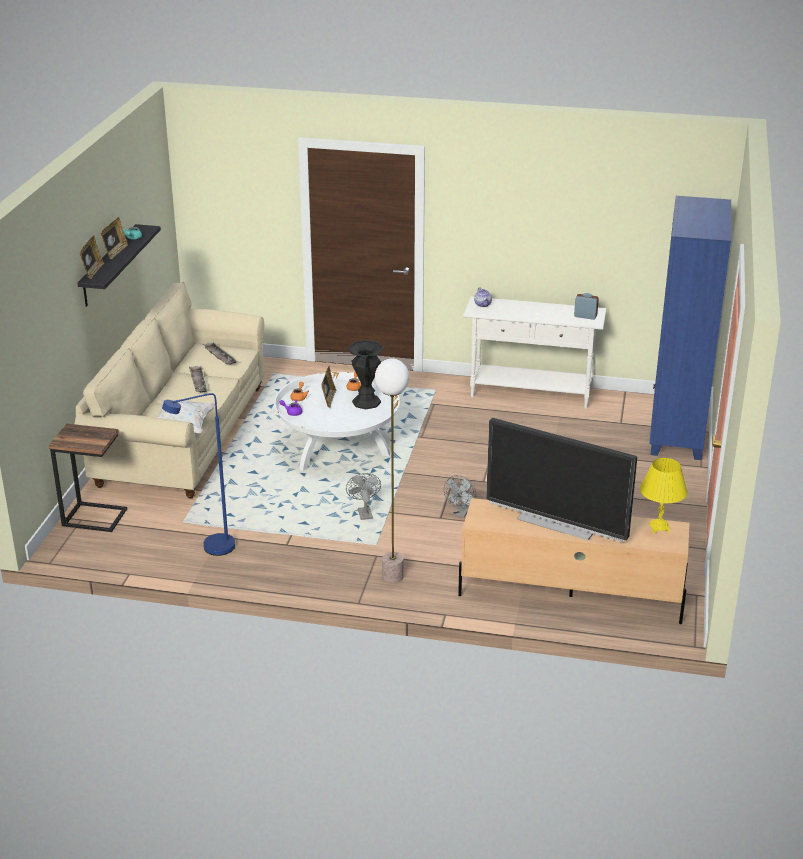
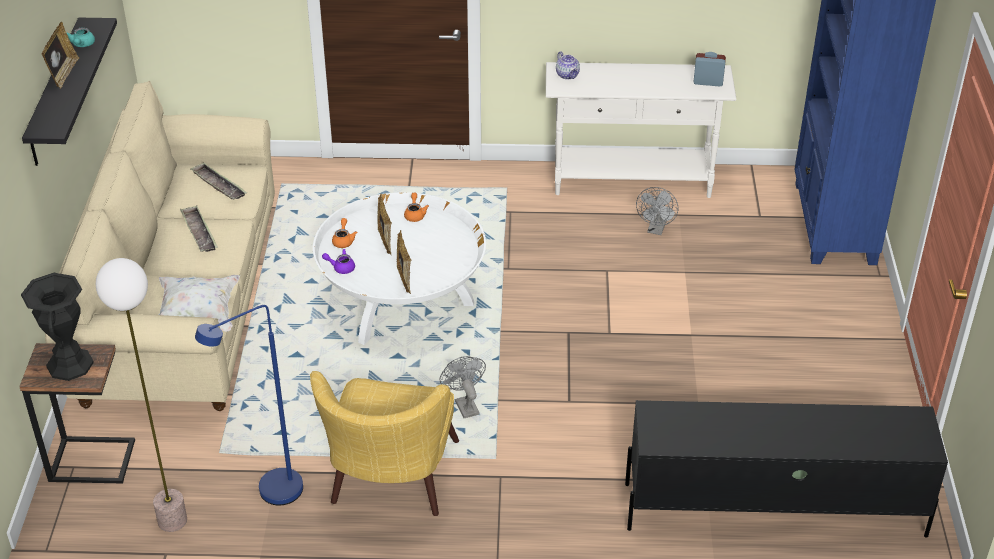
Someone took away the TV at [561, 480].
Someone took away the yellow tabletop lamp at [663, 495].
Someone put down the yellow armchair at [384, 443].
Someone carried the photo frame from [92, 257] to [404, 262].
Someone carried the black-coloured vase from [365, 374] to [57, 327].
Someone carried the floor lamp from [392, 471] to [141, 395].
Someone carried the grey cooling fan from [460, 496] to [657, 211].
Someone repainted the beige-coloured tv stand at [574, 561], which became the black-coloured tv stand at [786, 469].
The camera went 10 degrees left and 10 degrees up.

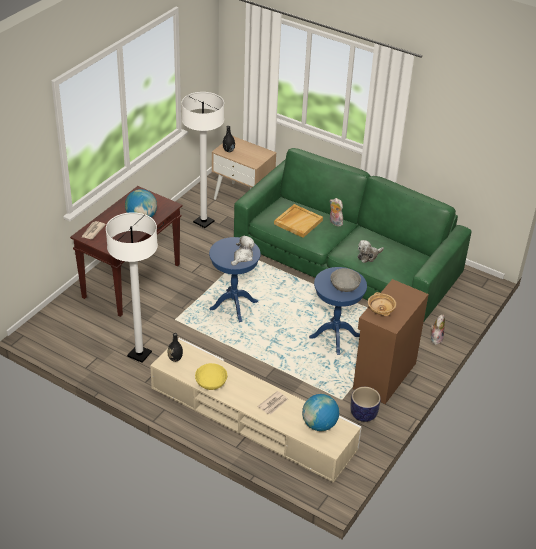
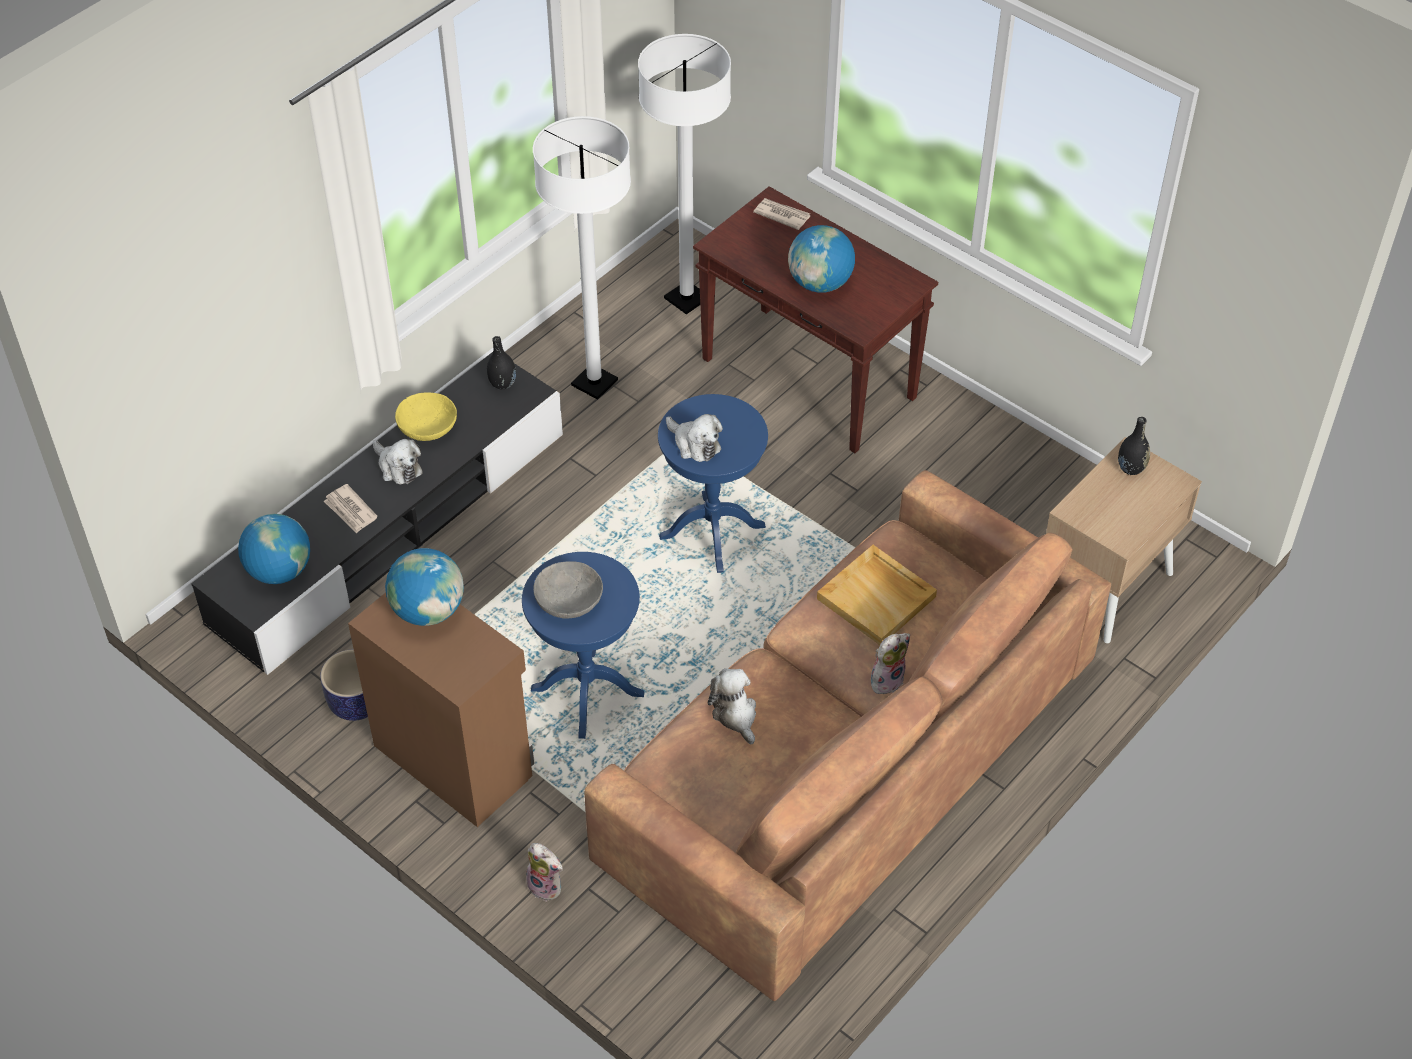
Someone put down the cuddly toy at [398, 461].
Someone carried the white-coloured floor lamp from [203, 160] to [684, 174].
Someone swapped the beige-coloured bowl at [382, 304] for the world globe at [424, 587].
Someone repainted the beige-coloured tv stand at [256, 410], which became the black-coloured tv stand at [377, 513].
Someone repainted the greenish couch at [353, 235], which became the brown couch at [847, 735].
The camera went 100 degrees right and 10 degrees up.

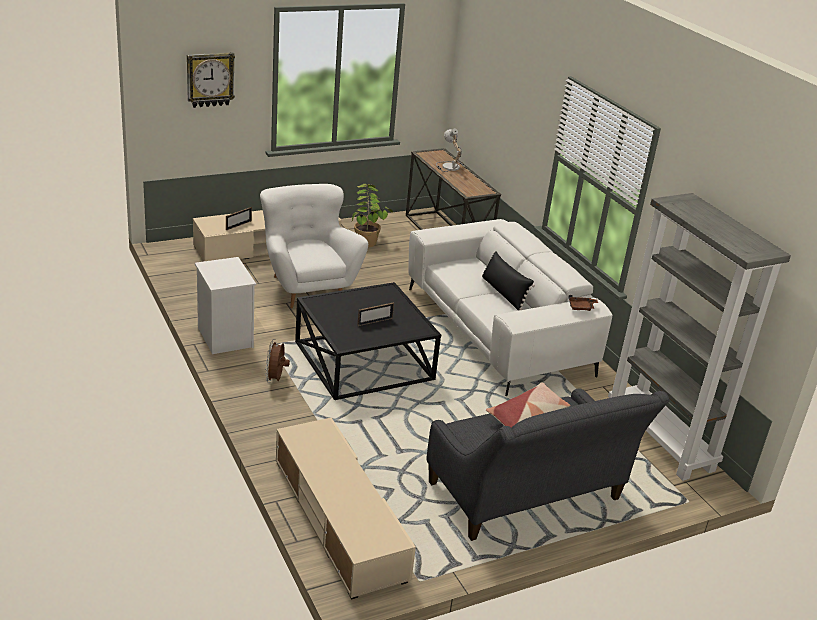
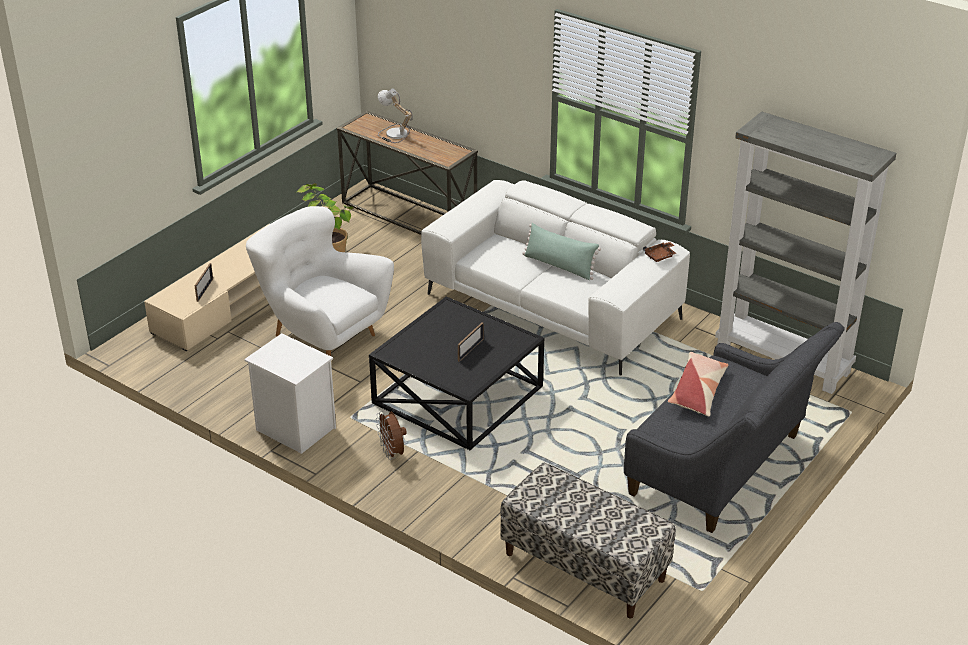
Someone took away the clock on the wall at [211, 80].
Someone swapped the beige-coloured tv stand at [346, 509] for the bench at [588, 541].
Someone repainted the black-coloured throw pillow at [508, 280], which became the greenish throw pillow at [561, 251].
The camera went 25 degrees left and 5 degrees up.

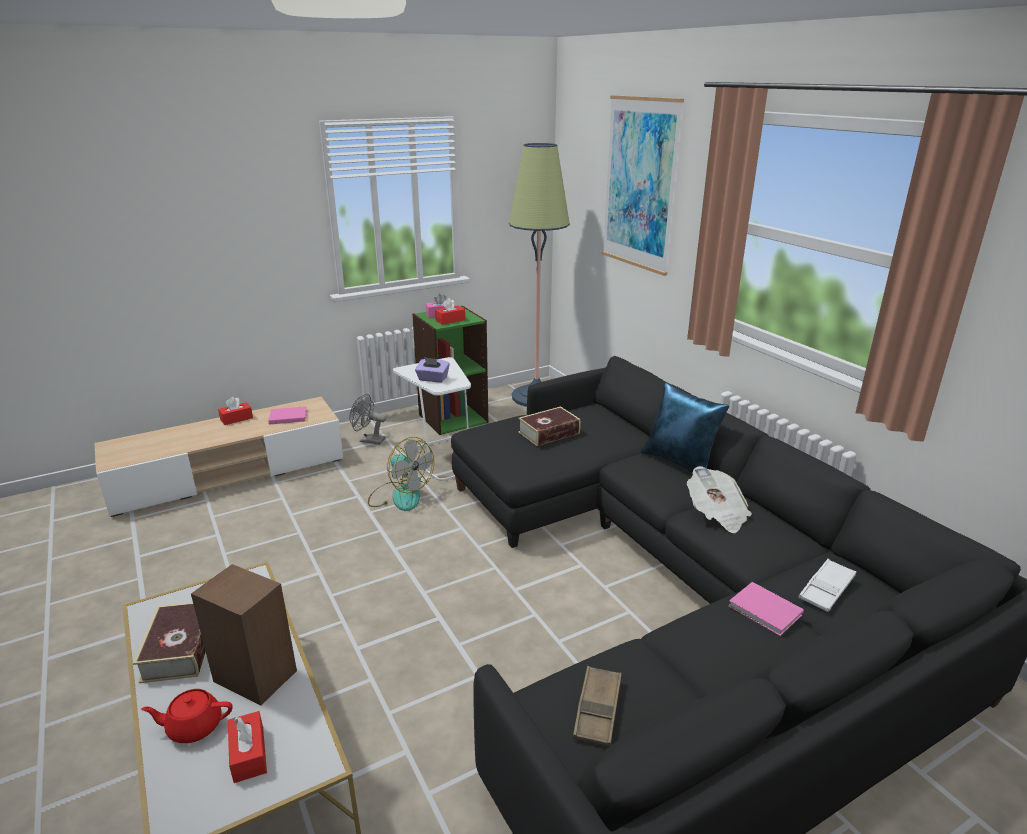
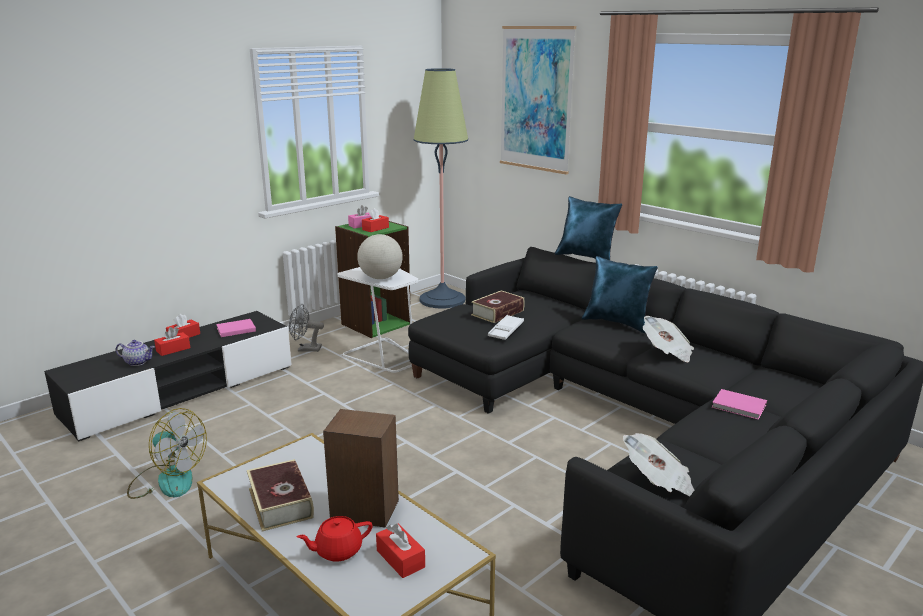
Someone put down the tea pot at [135, 353].
Someone put down the reddish tissue holder at [172, 341].
Someone put down the blue throw pillow at [588, 228].
Someone carried the cooling fan from [401, 474] to [167, 453].
Someone carried the white-coloured carrying tray from [827, 585] to [506, 327].
Someone swapped the purple tissue holder at [432, 370] for the world globe at [380, 256].
Someone swapped the brown carrying tray at [597, 706] for the printed paper at [658, 464].
Someone repainted the beige-coloured tv stand at [218, 457], which became the black-coloured tv stand at [168, 376].
The camera went 15 degrees left and 5 degrees down.

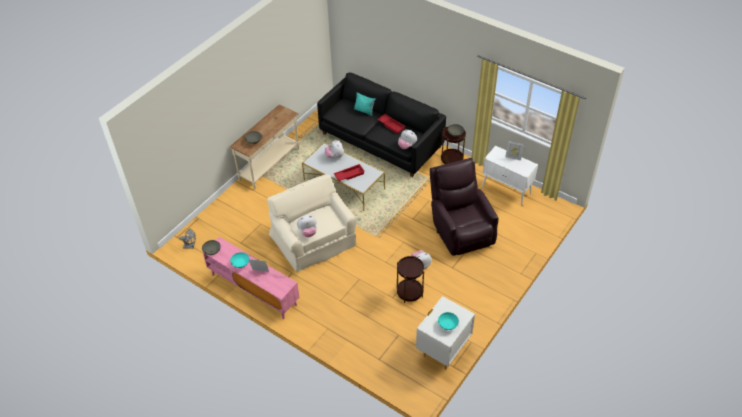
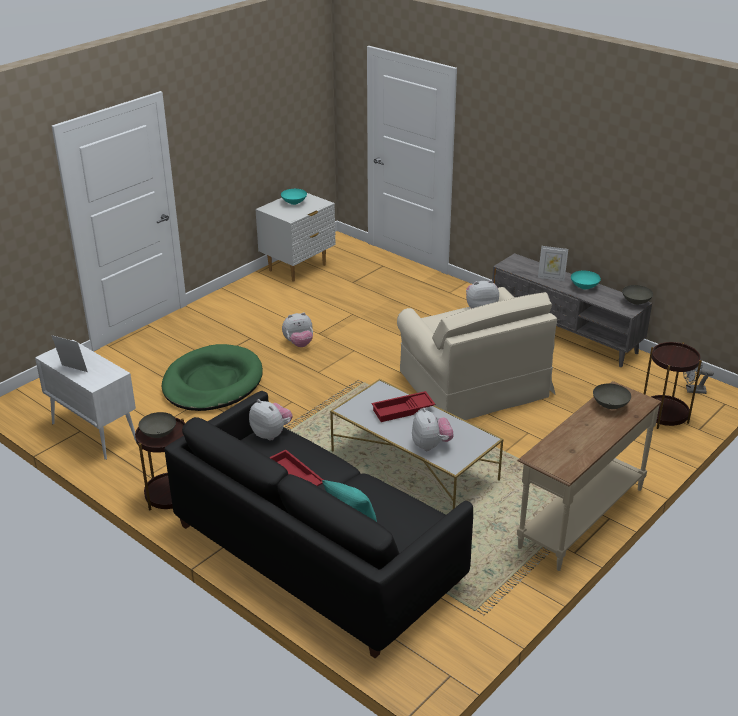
Someone carried the brown accent table from [410, 279] to [673, 385].
Someone swapped the brown armchair at [464, 207] for the greenish pet bed at [212, 377].
Someone repainted the pinkish tv stand at [251, 278], which became the grey tv stand at [572, 310].
The camera went 175 degrees left and 15 degrees down.

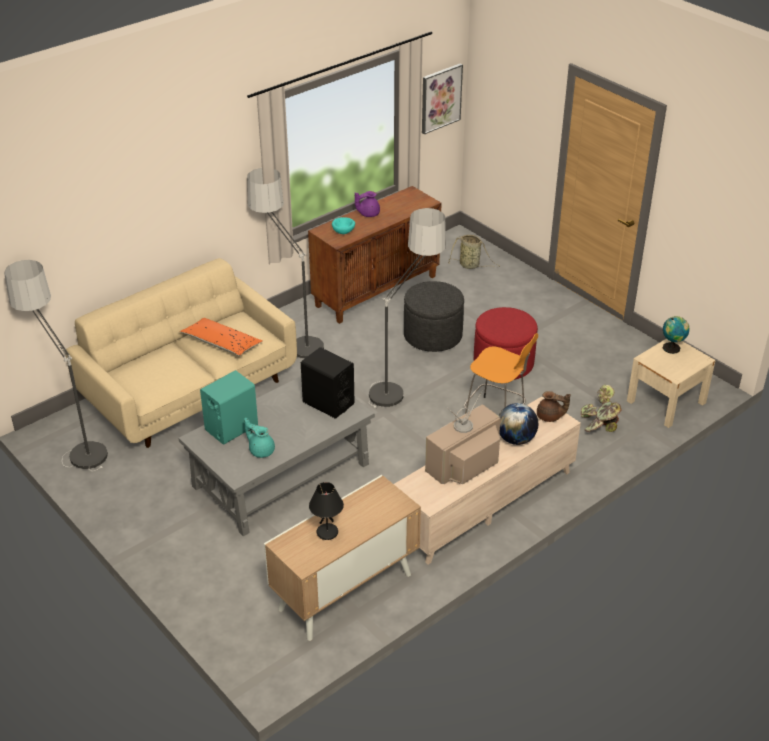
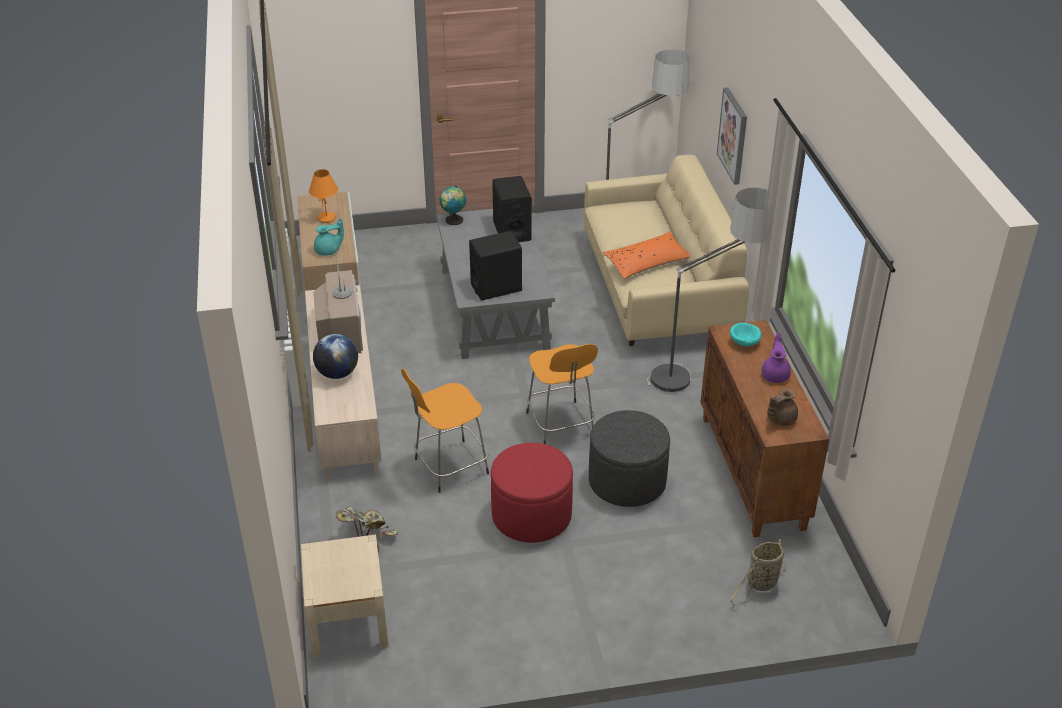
Someone carried the turquoise tea pot from [259, 438] to [329, 237].
Someone carried the wall picture from [442, 98] to [732, 136].
Someone carried the brown tea pot from [553, 406] to [782, 407].
Someone carried the world globe from [676, 335] to [453, 205].
Someone swapped the floor lamp at [407, 308] for the orange-coloured sitting stool at [562, 394].
Someone repainted the turquoise loudspeaker at [229, 407], which became the black-coloured loudspeaker at [512, 209].
Someone repainted the black-coloured tabletop lamp at [326, 511], which became the orange-coloured tabletop lamp at [323, 196].
The camera went 120 degrees right and 0 degrees up.

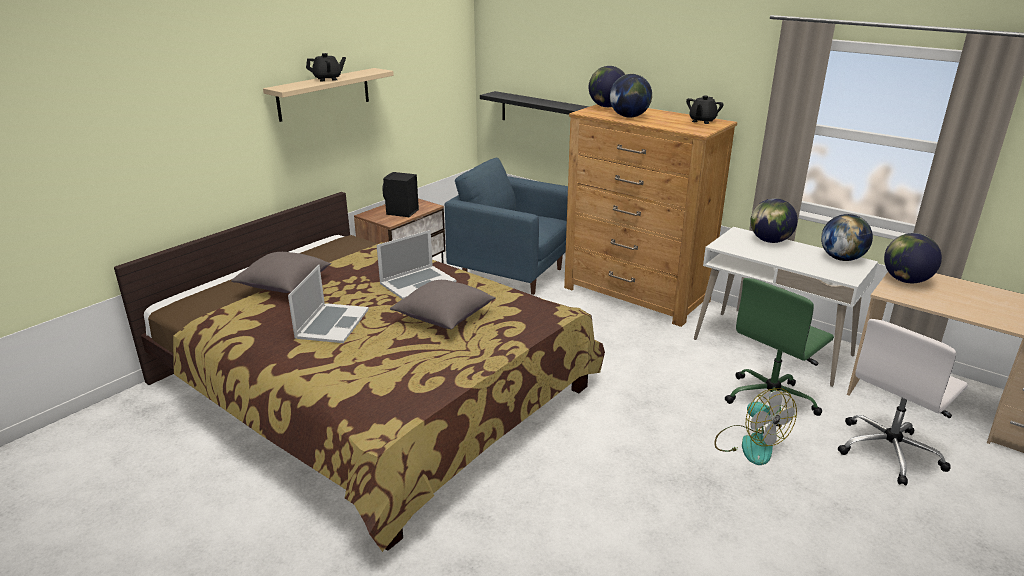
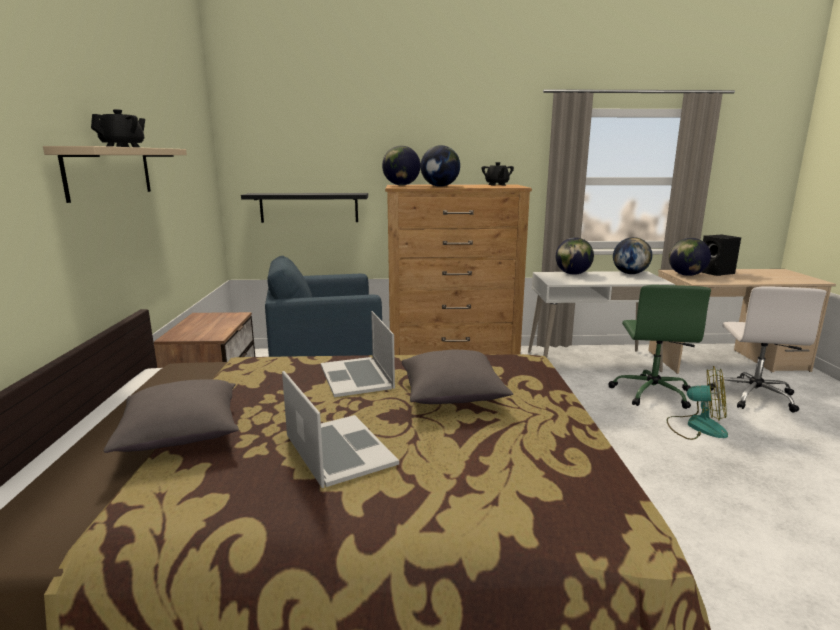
Someone carried the black-coloured loudspeaker from [400, 194] to [721, 255].
Someone rotated the laptop at [416, 264] by 150 degrees clockwise.
The camera went 40 degrees left and 10 degrees down.

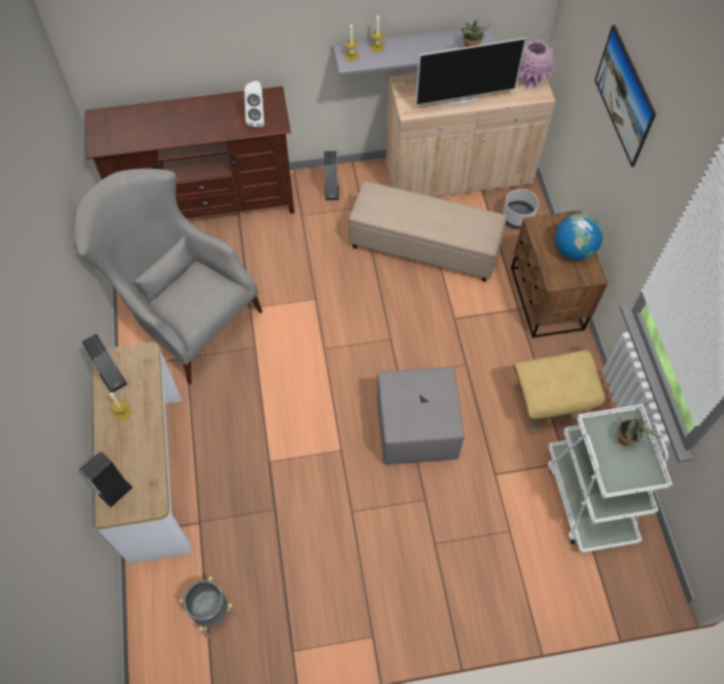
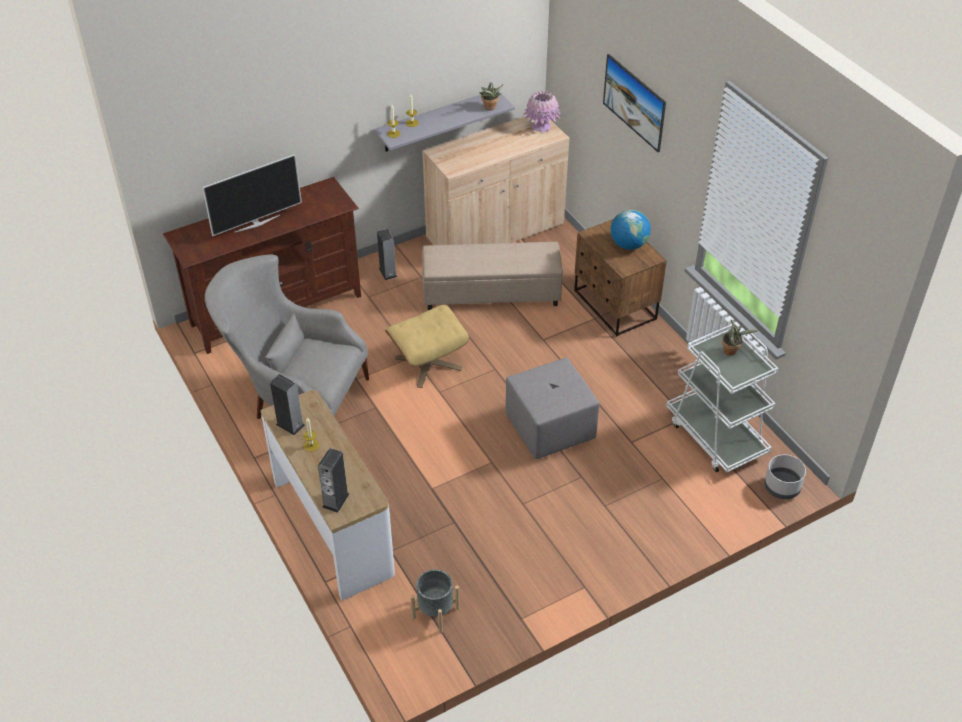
Someone took away the white-coloured loudspeaker at [254, 104].
Someone carried the TV from [470, 72] to [252, 195].
Someone carried the grey planter from [520, 209] to [785, 476].
Someone carried the beige-coloured footrest from [559, 392] to [427, 346].
The camera went 20 degrees left and 15 degrees down.

